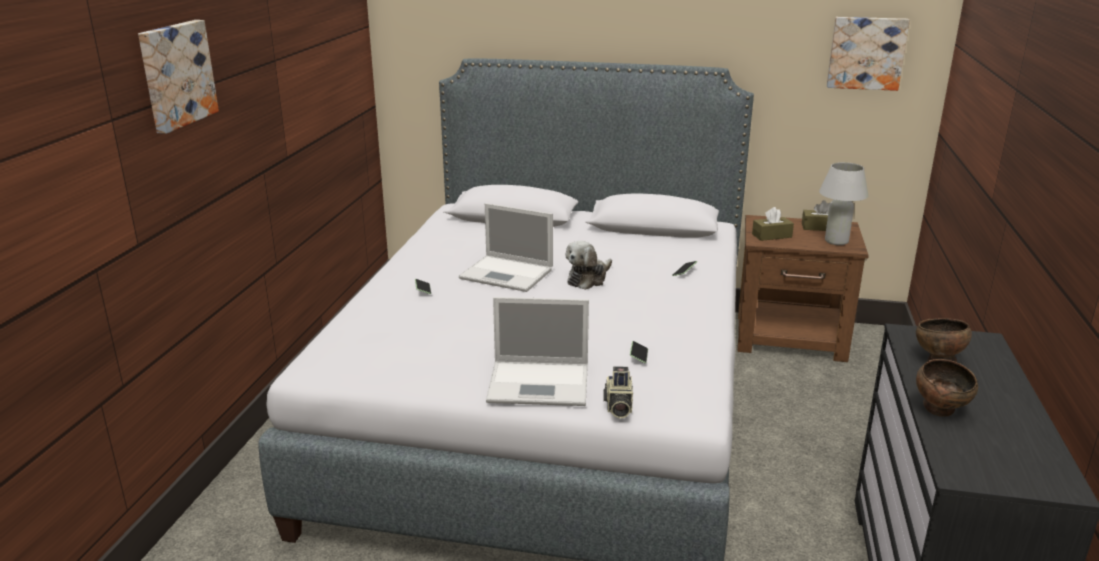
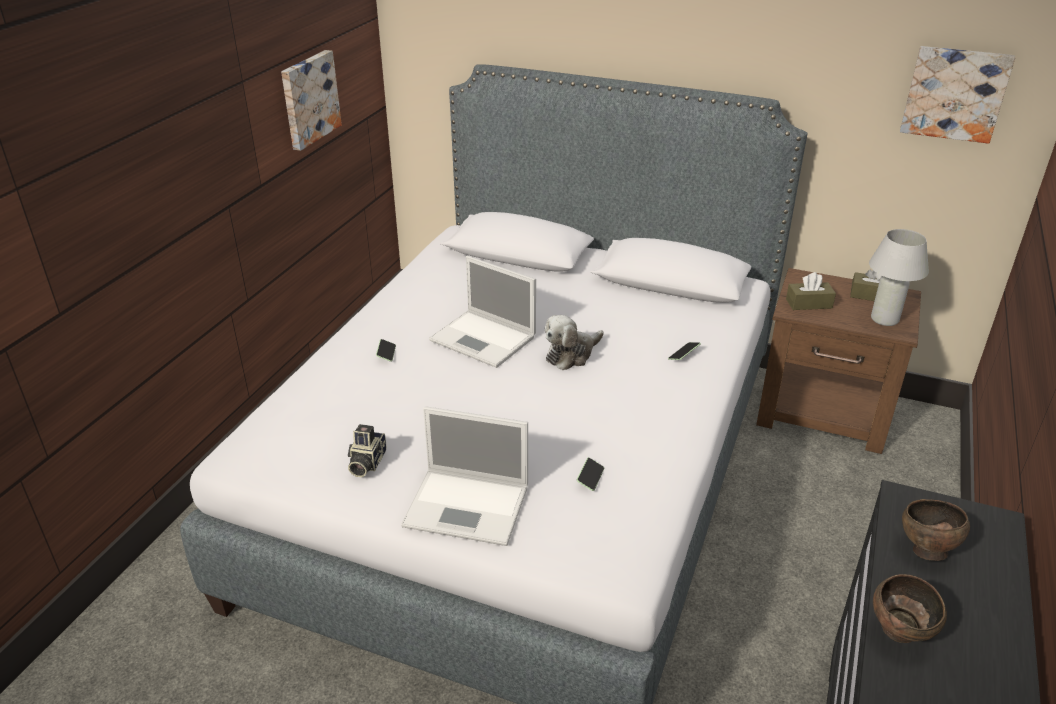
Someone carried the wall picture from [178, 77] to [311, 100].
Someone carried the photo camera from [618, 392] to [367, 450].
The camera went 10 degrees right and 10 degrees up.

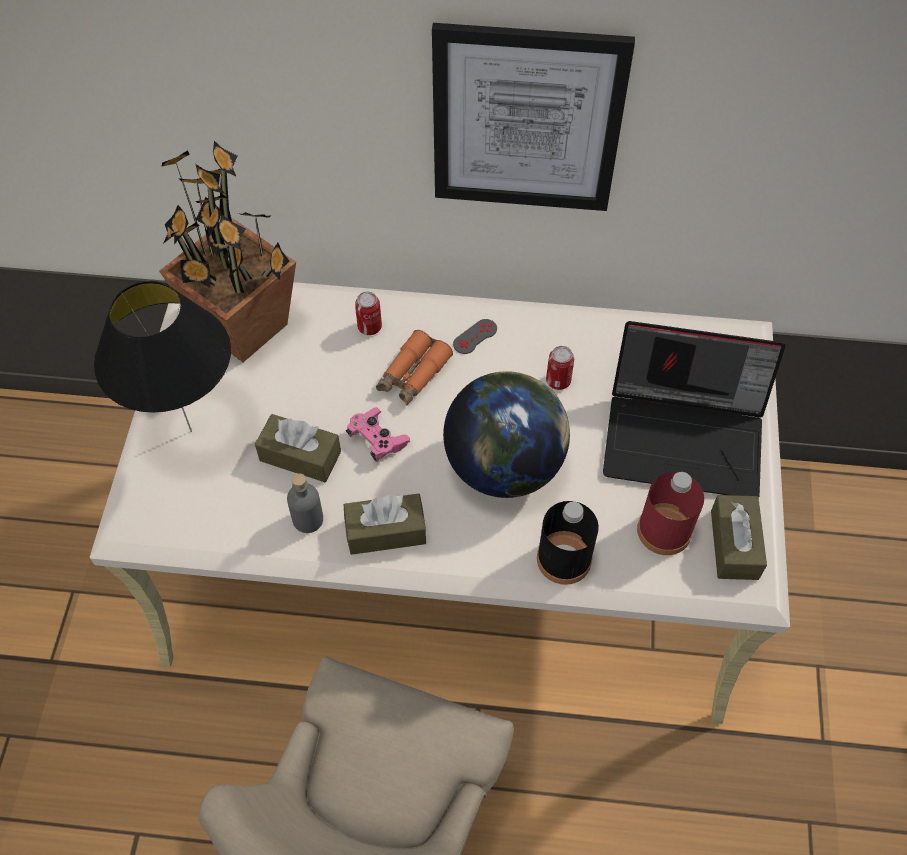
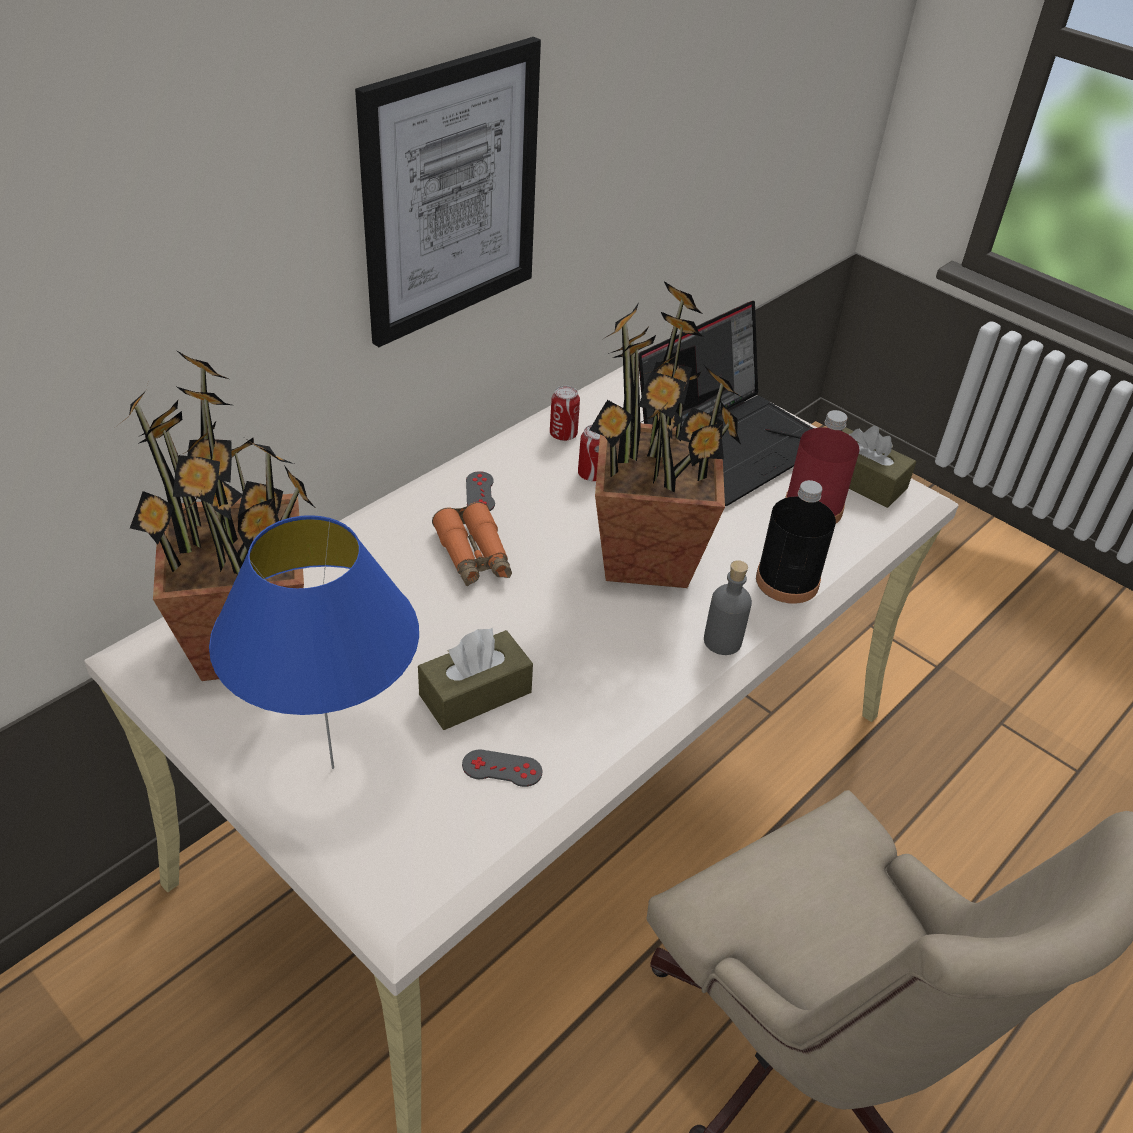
Someone took away the brown tissue holder at [385, 524].
Someone took away the pinkish gamepad at [378, 434].
Someone put down the grey gamepad at [502, 768].
Someone carried the grey beverage bottle from [305, 503] to [728, 607].
Someone carried the metal can from [368, 313] to [565, 413].
Someone swapped the world globe at [506, 434] for the plant in a pot at [666, 434].
Someone repainted the black-coloured tabletop lamp at [162, 356], which became the blue tabletop lamp at [314, 642].
The camera went 55 degrees left and 15 degrees down.

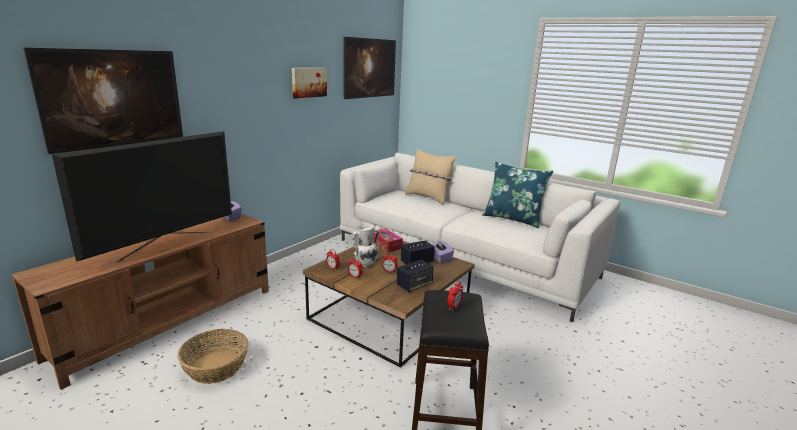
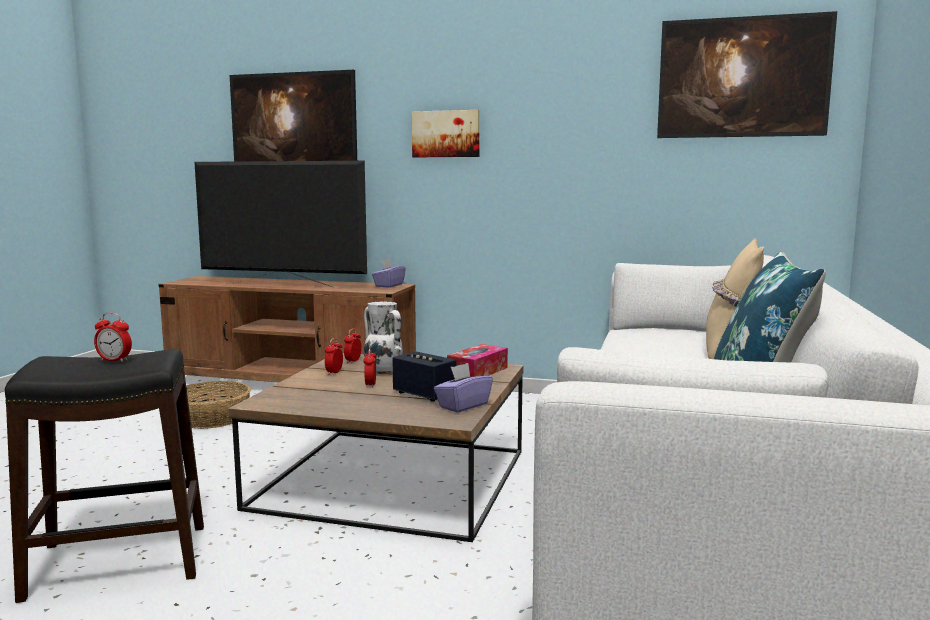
Someone took away the loudspeaker at [415, 276].
Someone carried the wall picture from [309, 83] to [446, 133].
The camera went 70 degrees right and 10 degrees down.

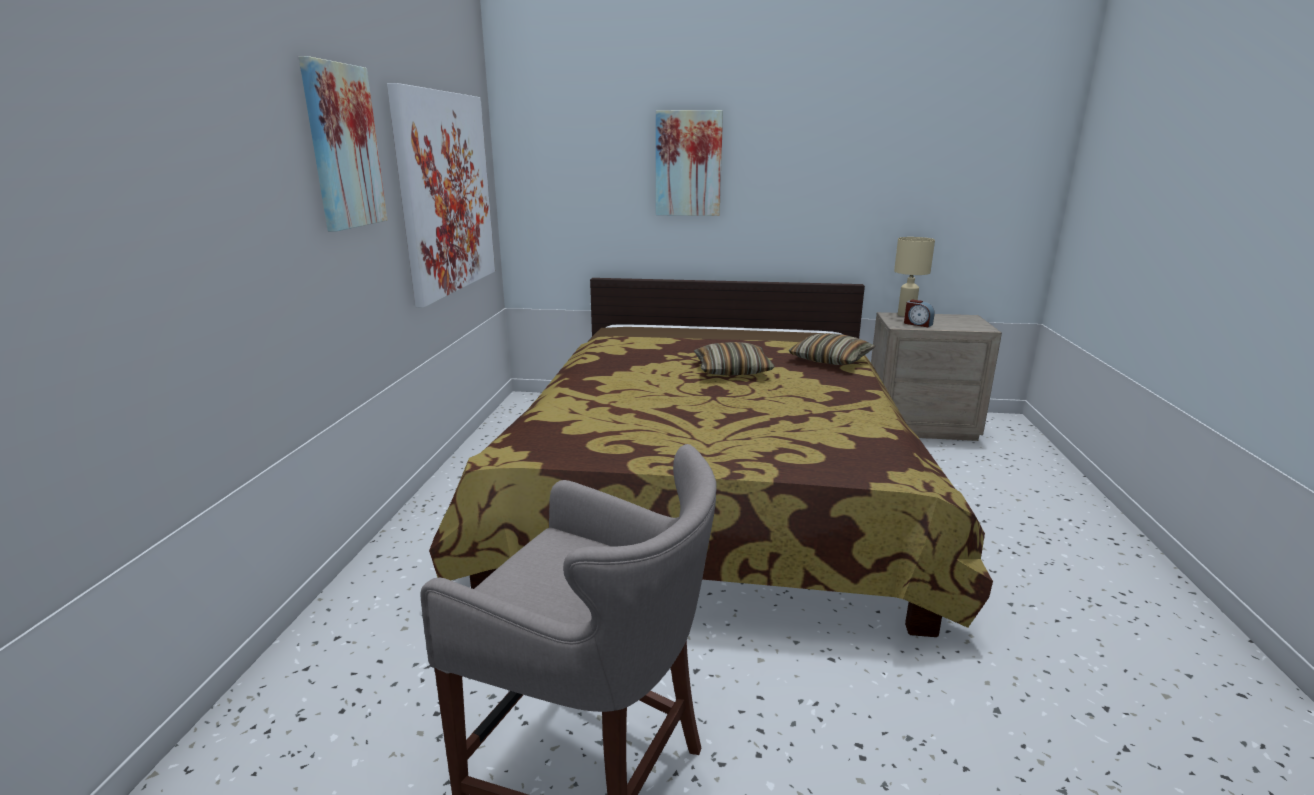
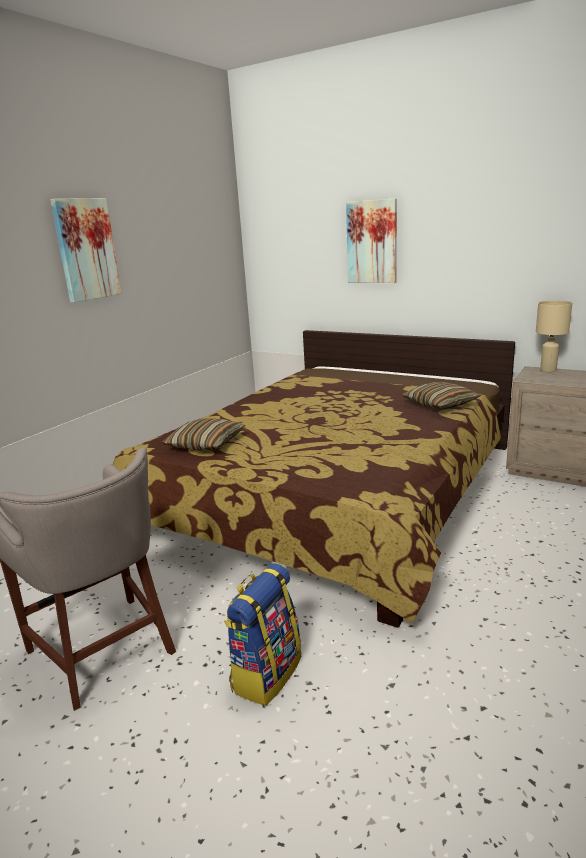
Someone took away the wall picture at [441, 195].
Someone took away the alarm clock at [919, 314].
Someone put down the knapsack at [262, 635].
Someone carried the throw pillow from [734, 358] to [203, 434].
The camera went 25 degrees right and 0 degrees up.

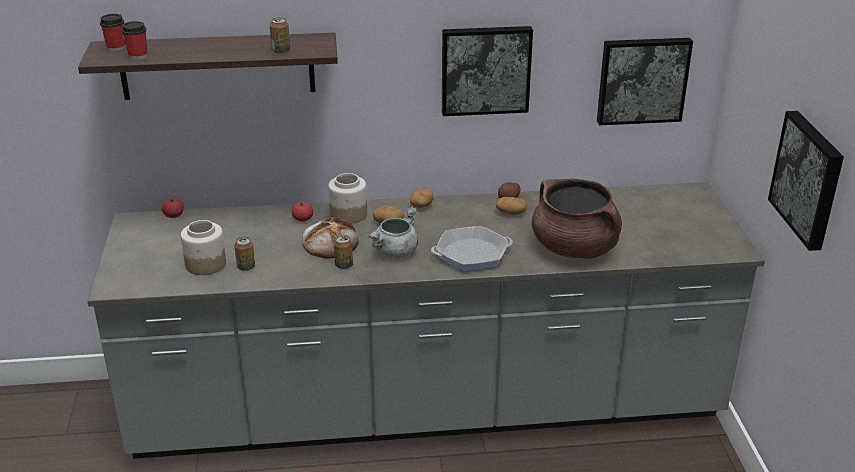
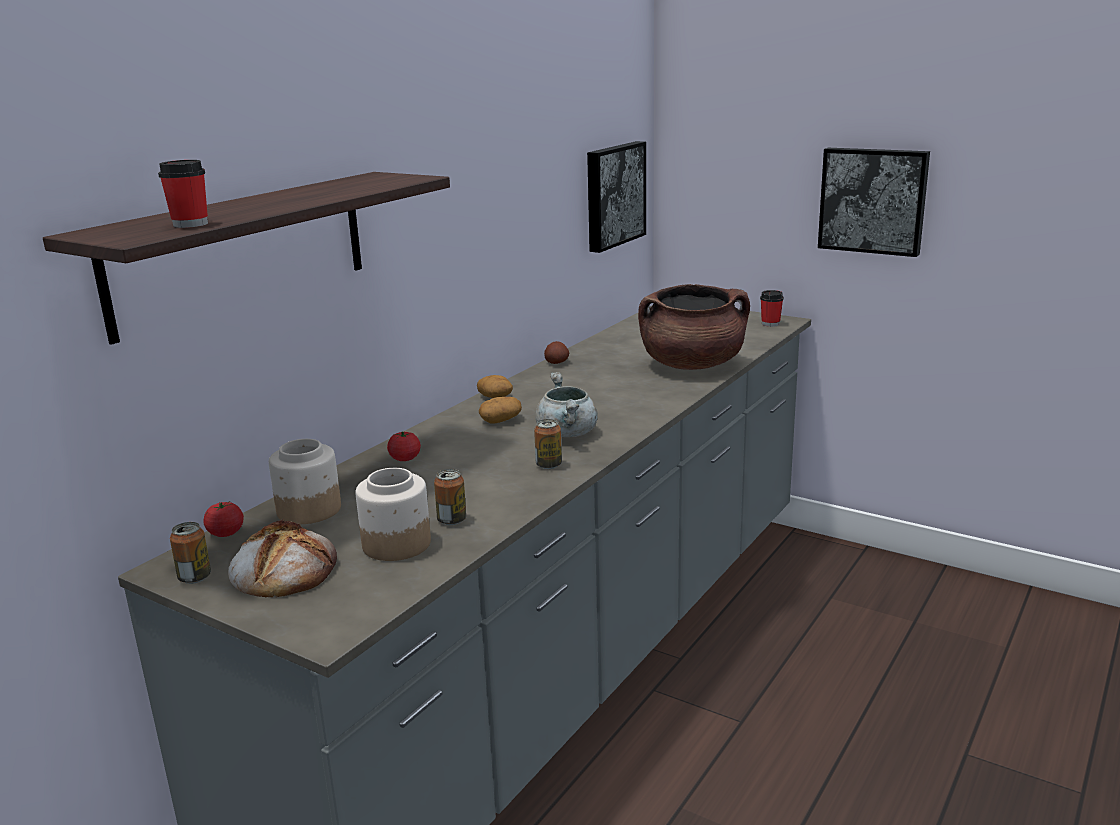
Someone took away the frying pan at [472, 248].
Someone took away the wall picture at [487, 71].
Someone took away the potato at [511, 206].
Someone carried the cup from [113, 33] to [772, 308].
Someone carried the metal can from [280, 35] to [190, 553].
Someone carried the baked bread from [330, 238] to [282, 558].
Someone carried the jar from [347, 198] to [305, 481].
The camera went 50 degrees left and 10 degrees down.

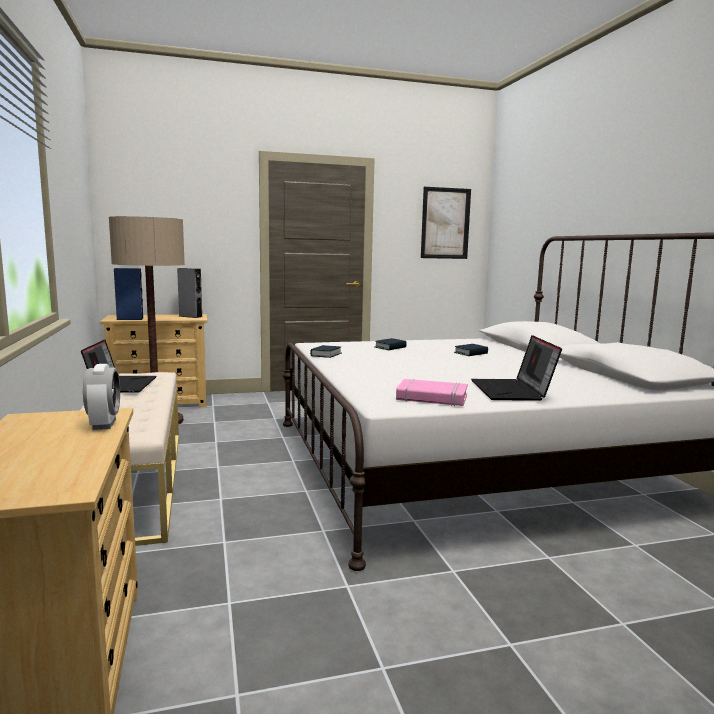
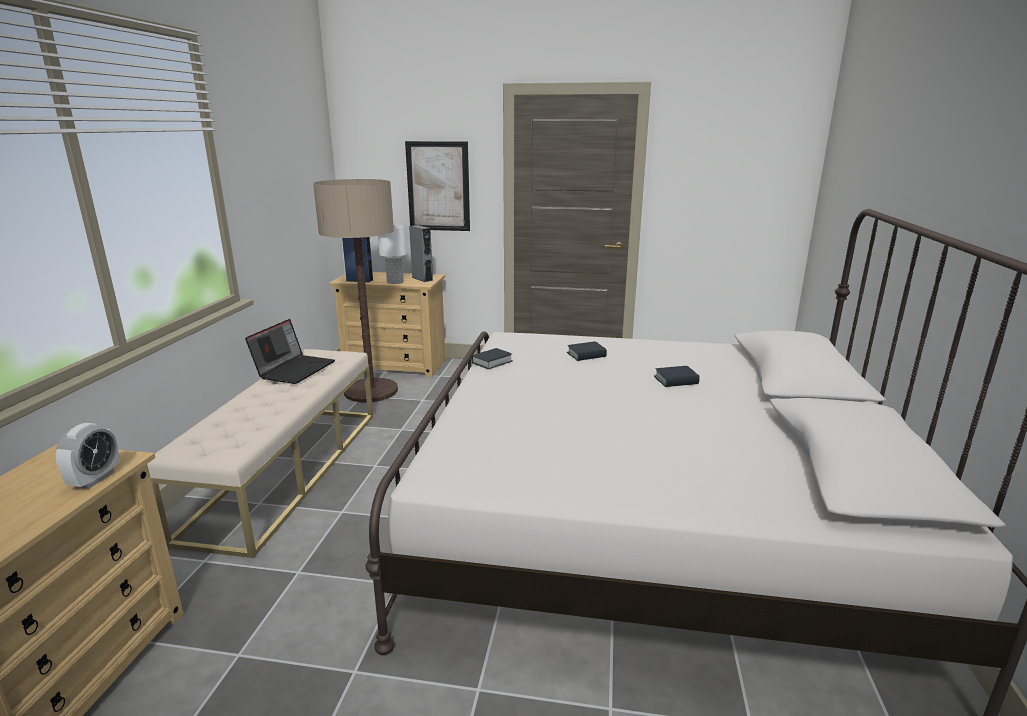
Someone took away the pinkish volume at [432, 392].
Someone took away the laptop at [516, 368].
Someone put down the white-coloured tabletop lamp at [392, 254].
Someone carried the wall picture from [446, 223] to [437, 186].
The camera went 25 degrees right and 10 degrees up.

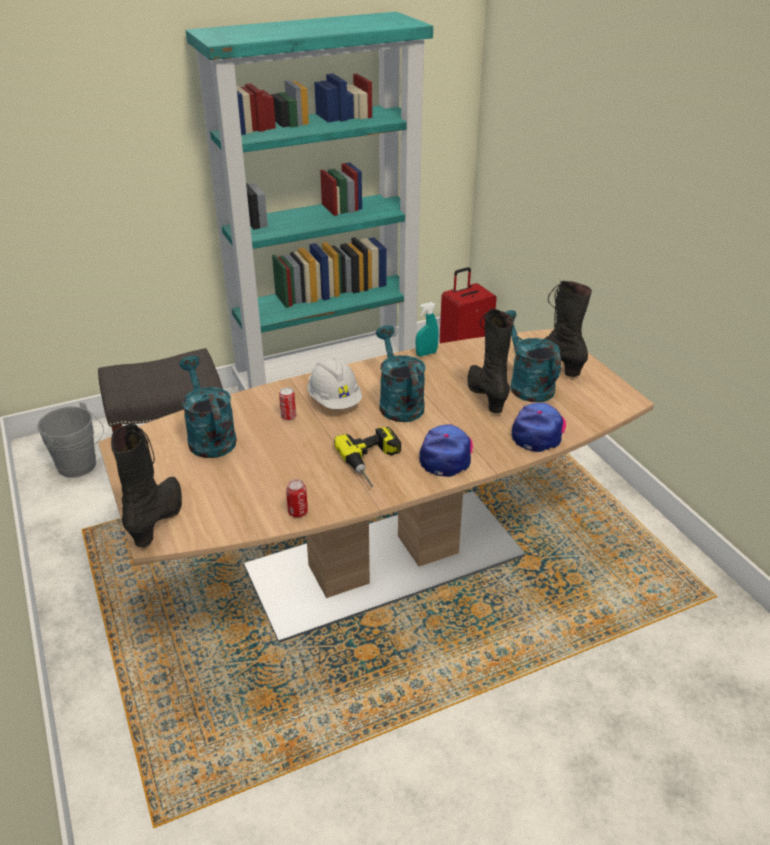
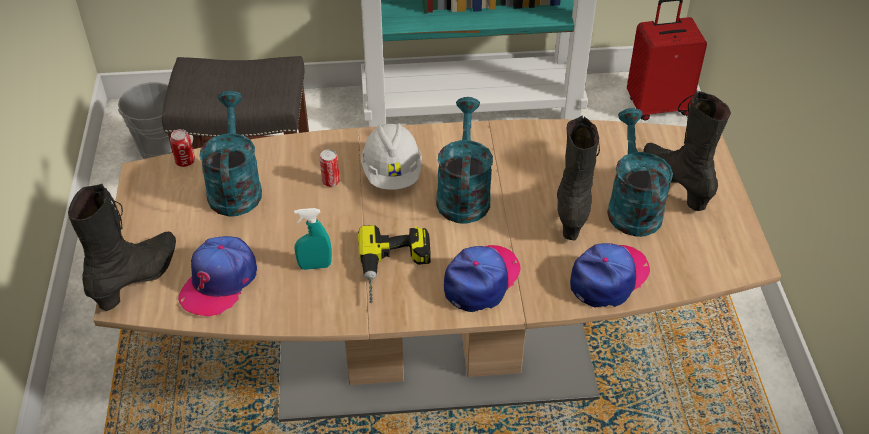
Someone put down the peaked cap at [217, 276].
Someone carried the metal can from [297, 498] to [182, 148].
Someone carried the turquoise hand sprayer from [427, 329] to [313, 239].
The camera went 20 degrees right and 10 degrees up.

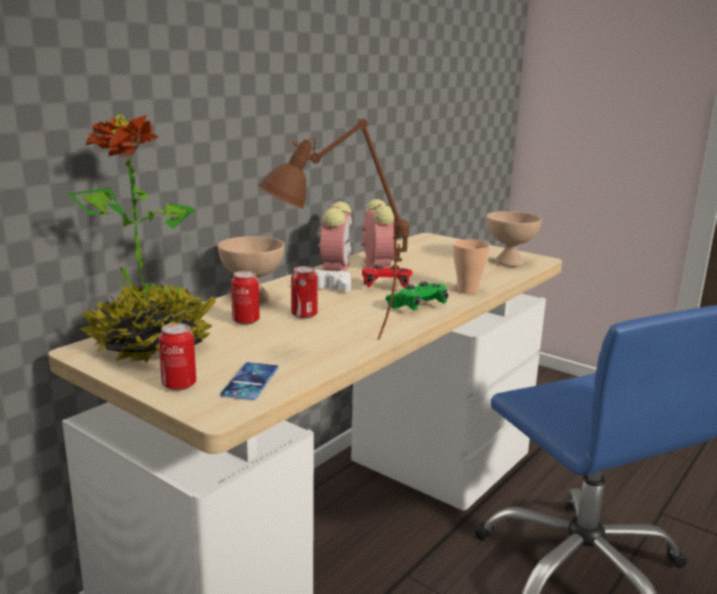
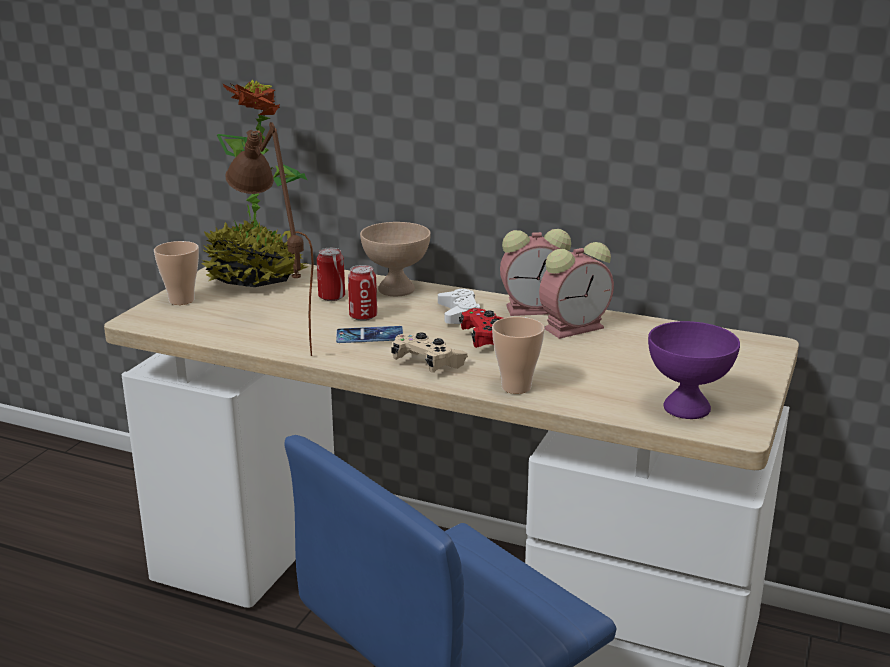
Someone carried the handset from [249, 381] to [369, 334].
Someone swapped the metal can at [177, 357] for the cup at [176, 273].
Someone repainted the greenish gamepad at [417, 296], which became the beige-coloured gamepad at [429, 353].
Someone repainted the beige-coloured bowl at [514, 239], which became the purple bowl at [694, 370].
The camera went 75 degrees right and 5 degrees up.

